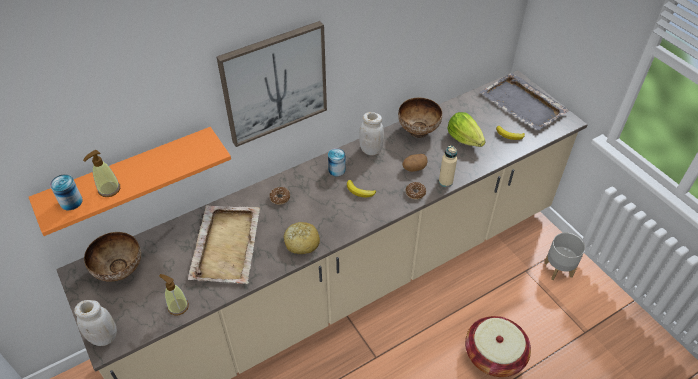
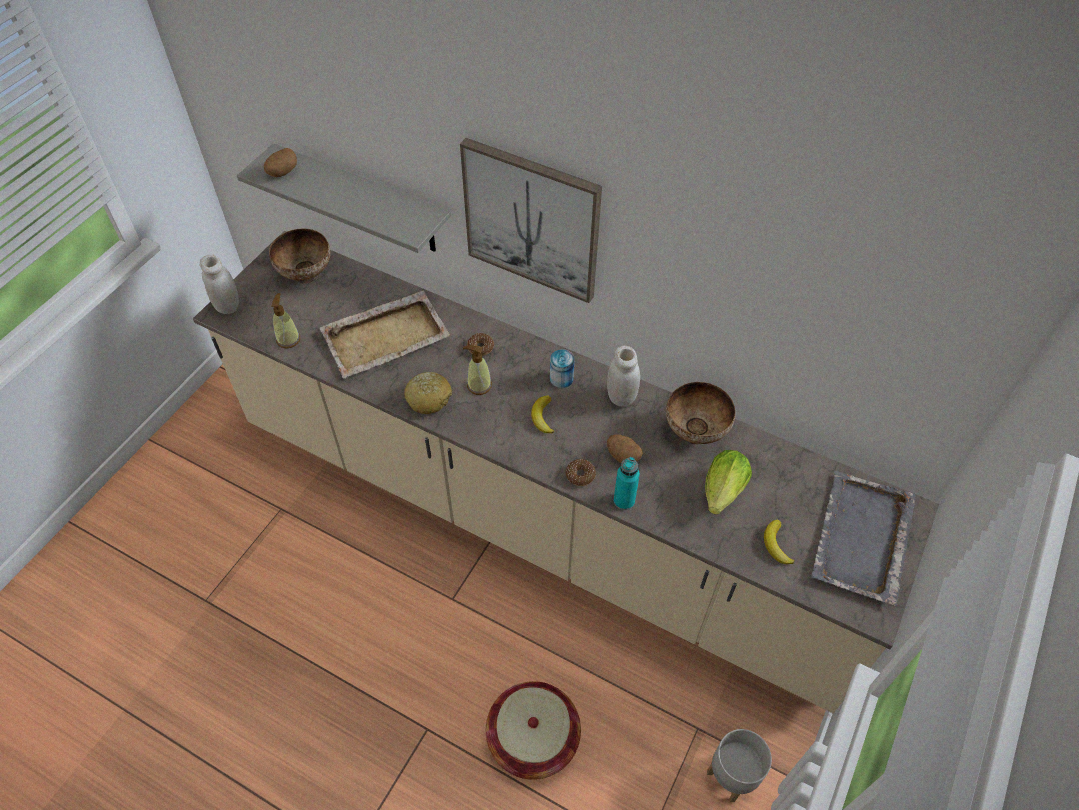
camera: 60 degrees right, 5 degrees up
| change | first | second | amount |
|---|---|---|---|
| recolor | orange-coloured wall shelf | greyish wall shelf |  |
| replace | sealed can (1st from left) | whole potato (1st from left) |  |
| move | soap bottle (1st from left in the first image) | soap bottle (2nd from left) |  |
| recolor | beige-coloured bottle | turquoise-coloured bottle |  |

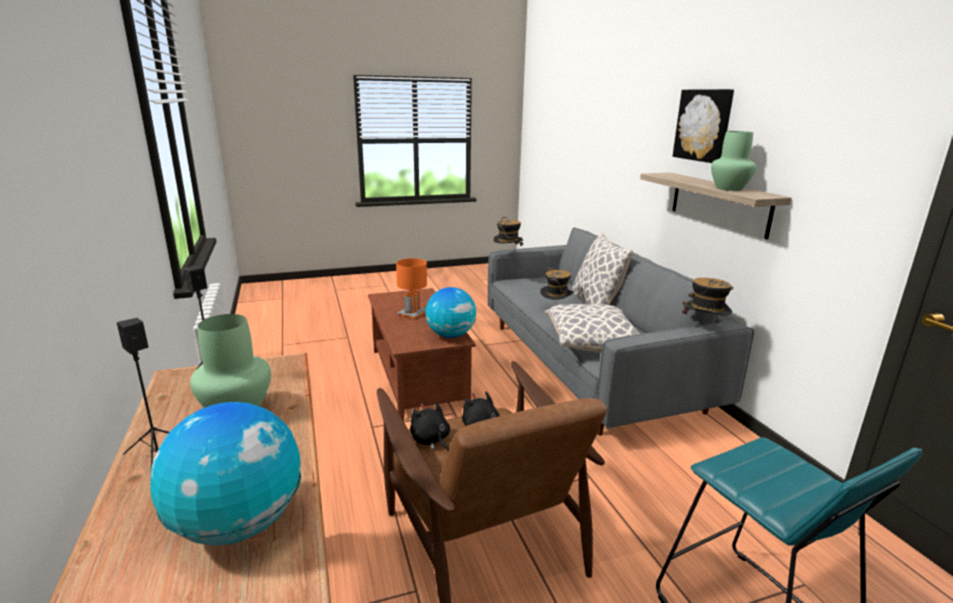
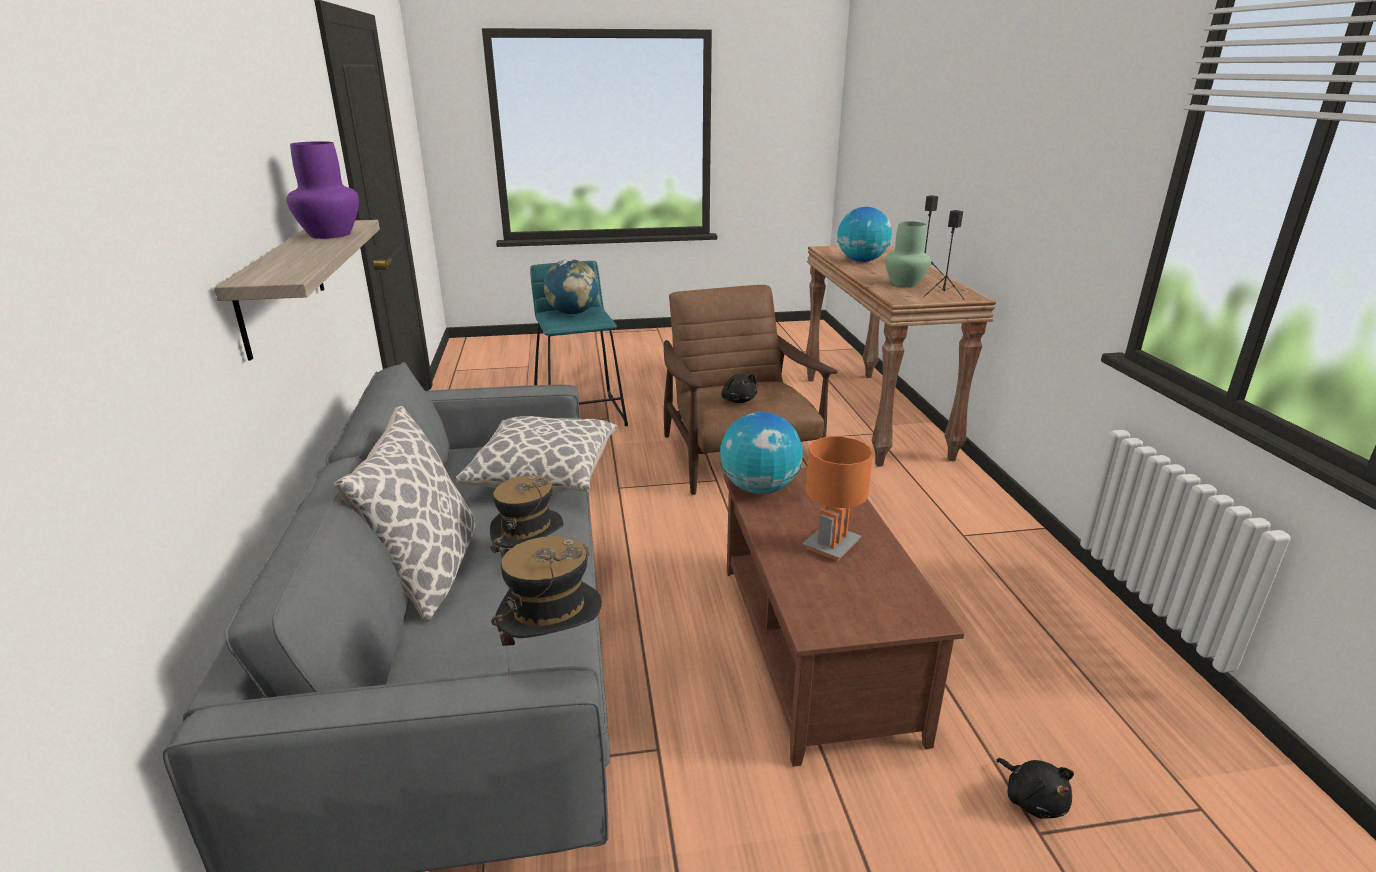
camera: 170 degrees left, 5 degrees up
| change | first | second | amount |
|---|---|---|---|
| recolor | green vase (2nd from left) | purple vase |  |
| insert |  | globe (1st from left) |  |
| move | black plush toy (1st from left in the first image) | black plush toy (2nd from left) |  |
| delete | picture |  |  |
| delete | clothing hat (3rd from left) |  |  |

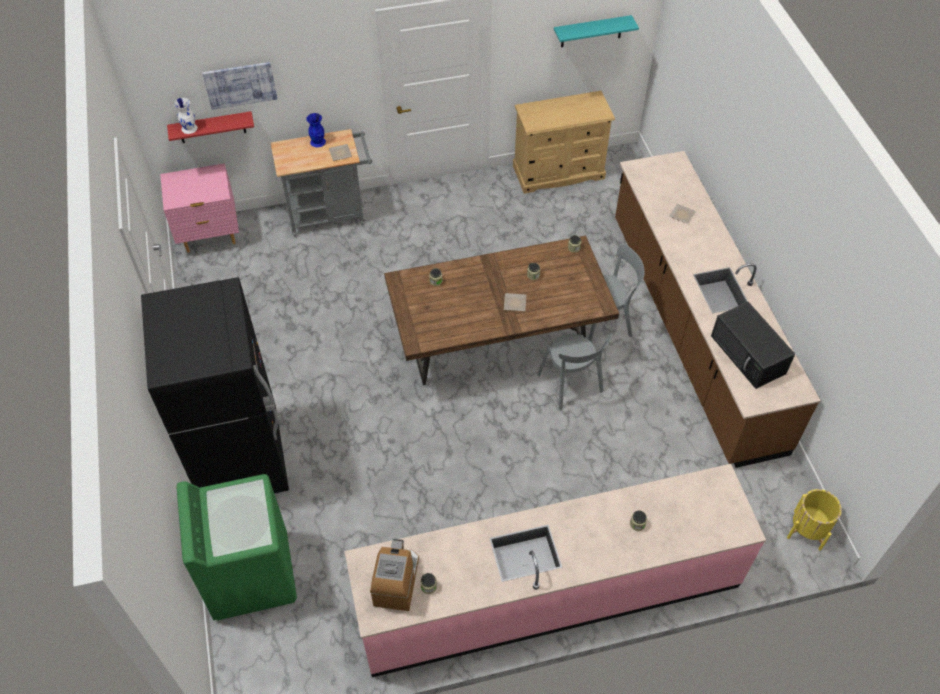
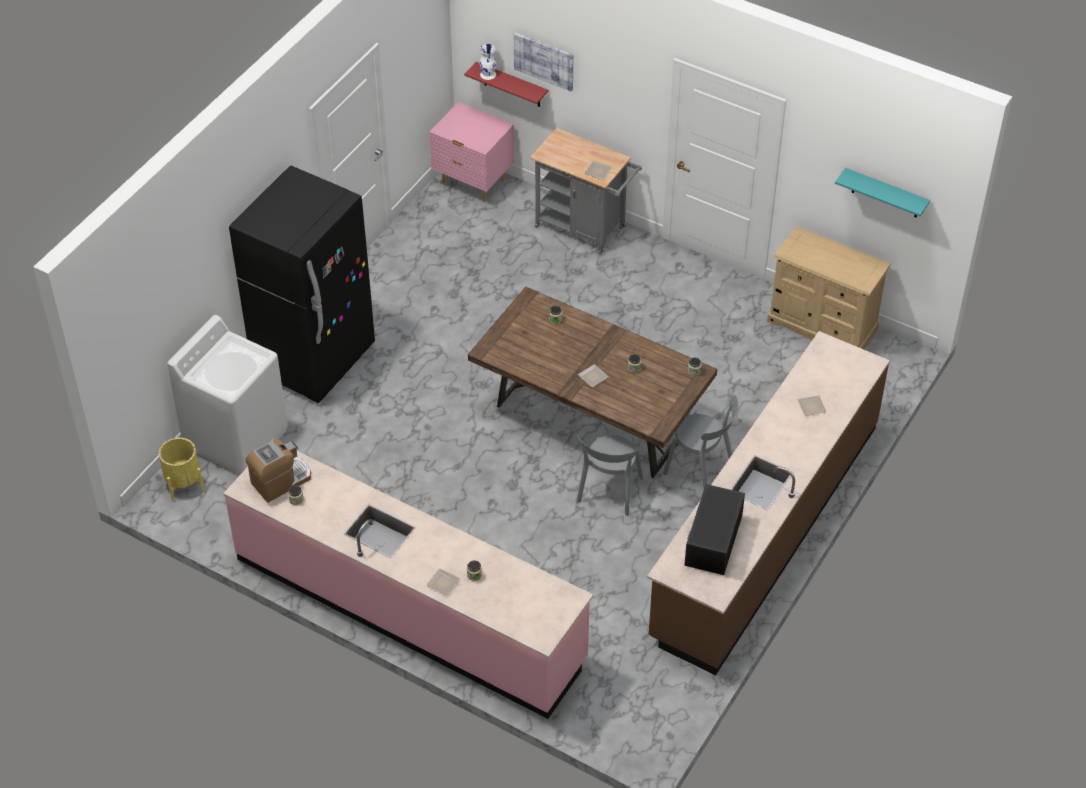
camera: 45 degrees right, 5 degrees down
| change | first | second | amount |
|---|---|---|---|
| move | yellowish planter |  |  |
| recolor | green washing machine | white-coloured washing machine |  |
| insert |  | flat dish (1st from left) |  |
| delete | blue-coloured vase |  |  |

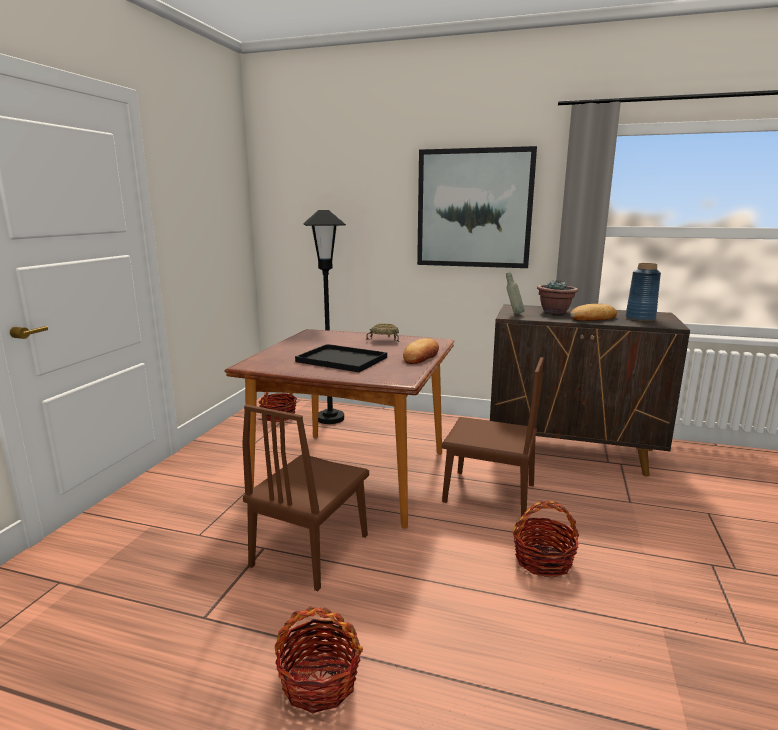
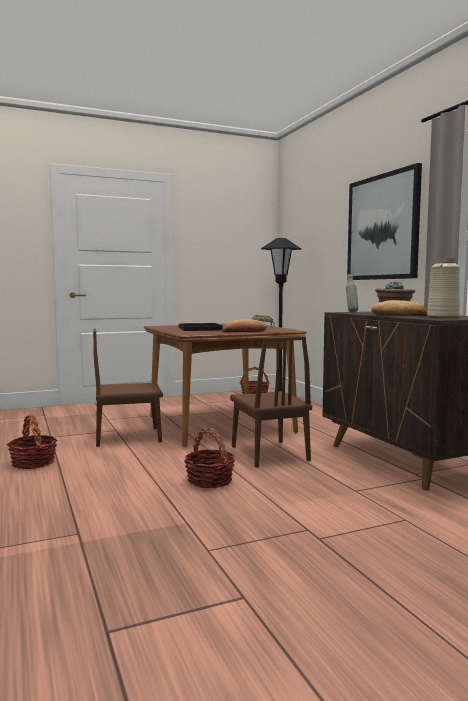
camera: 50 degrees right, 10 degrees down
| change | first | second | amount |
|---|---|---|---|
| recolor | blue-coloured vase | beige-coloured vase |  |

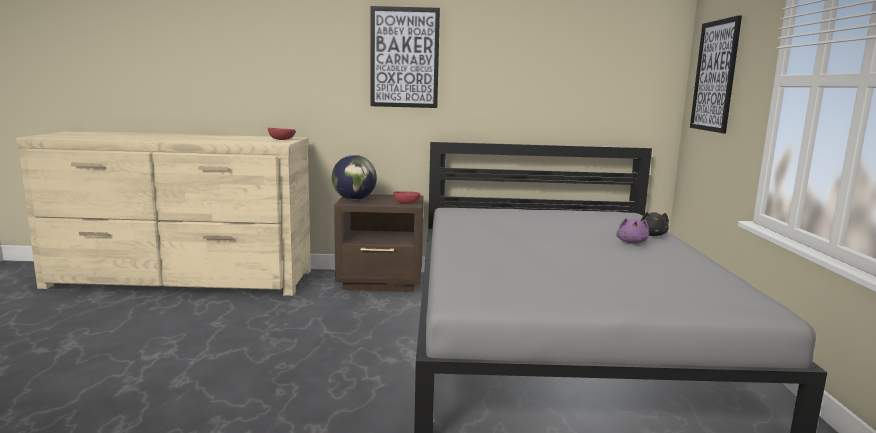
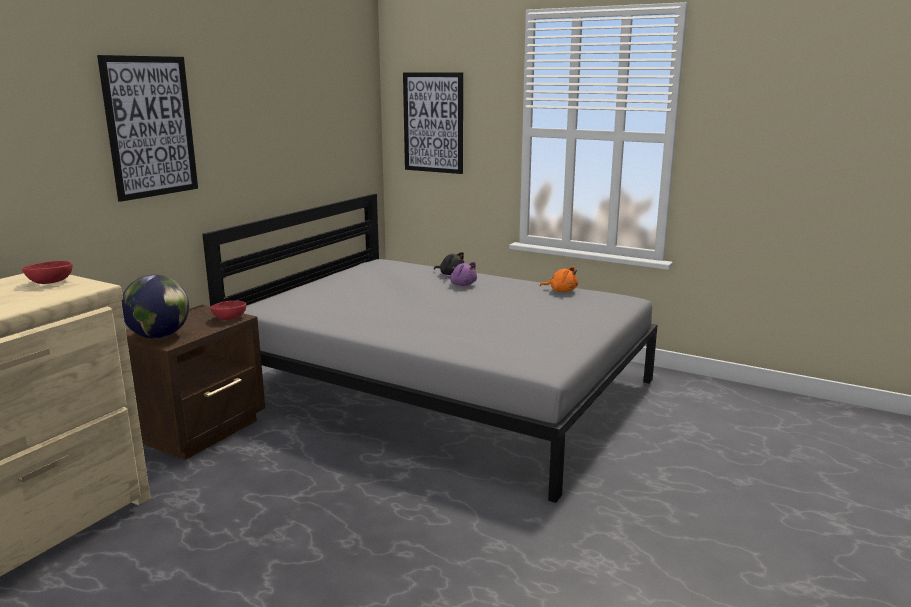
camera: 60 degrees left, 5 degrees up
| change | first | second | amount |
|---|---|---|---|
| insert |  | orange-coloured plush toy |  |

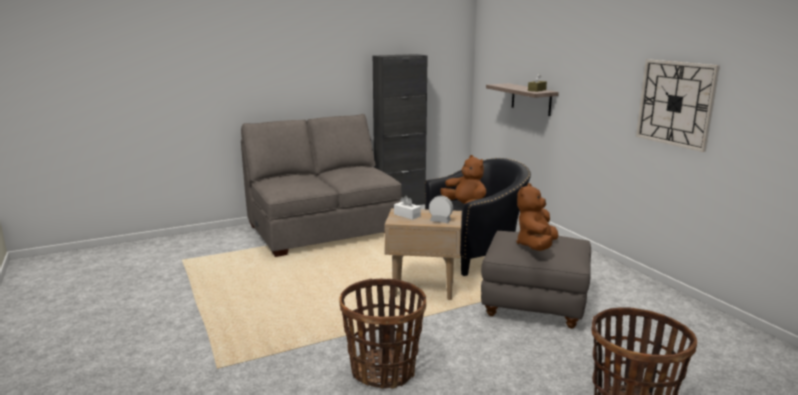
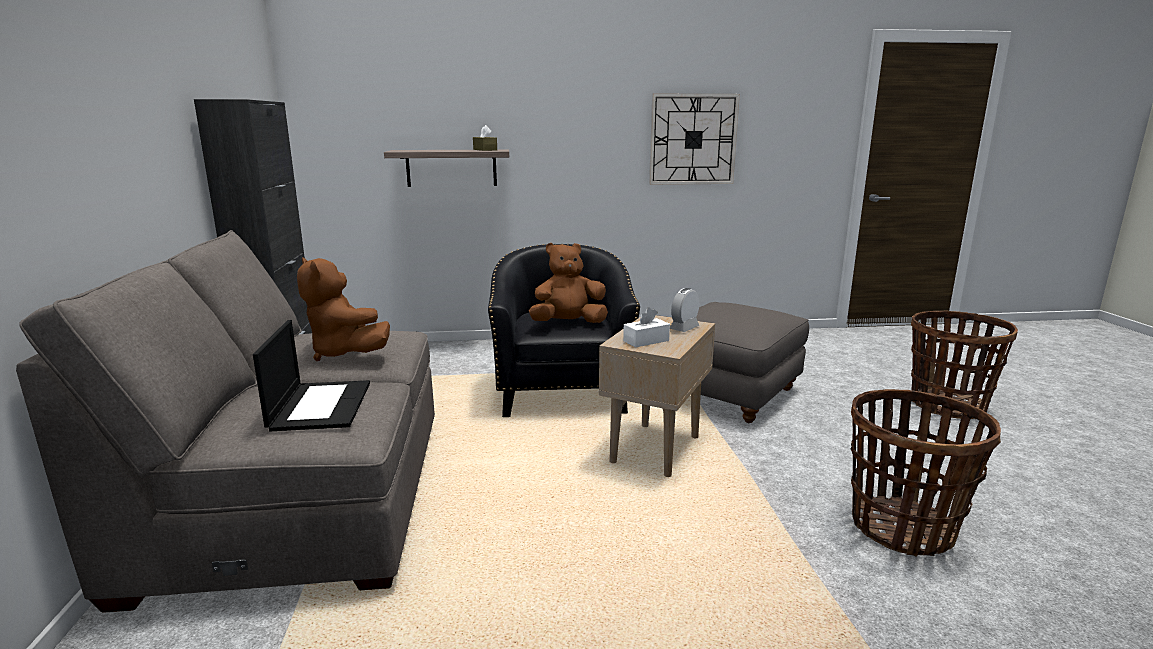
camera: 70 degrees left, 0 degrees up
| change | first | second | amount |
|---|---|---|---|
| insert |  | laptop |  |
| move | brownish plush toy (2nd from left in the first image) | brownish plush toy (1st from left) |  |

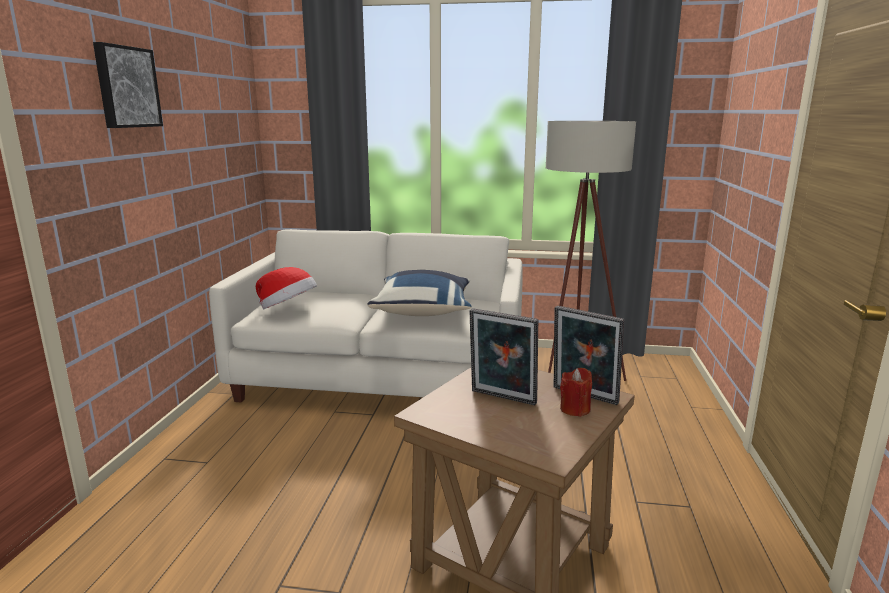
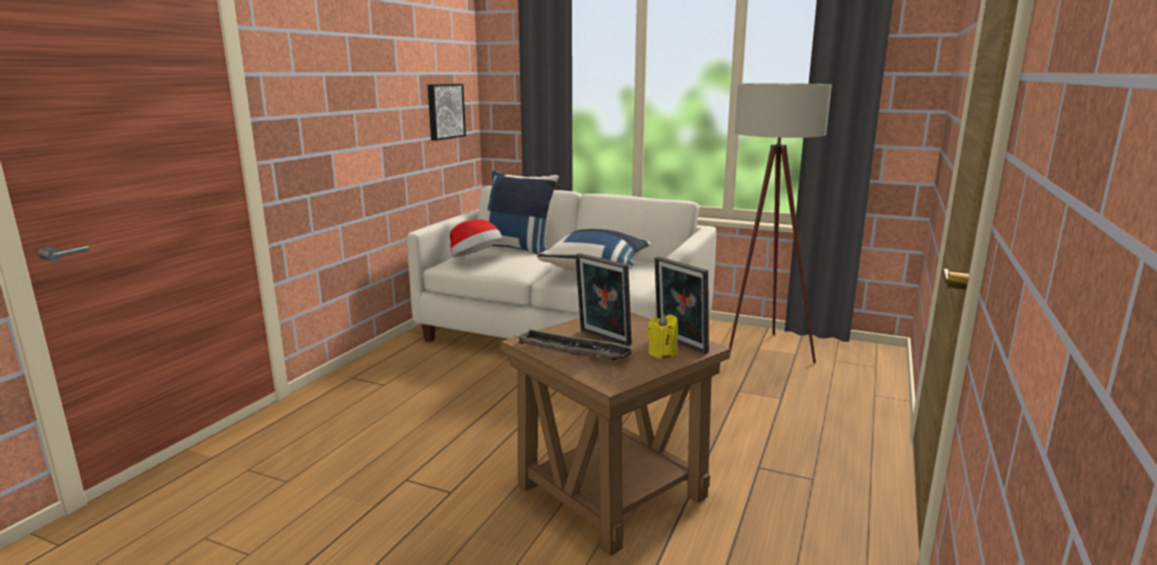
camera: 15 degrees right, 0 degrees up
| change | first | second | amount |
|---|---|---|---|
| move | picture |  |  |
| insert |  | blue-coloured cushion (1st from left) |  |
| insert |  | serving tray |  |
| recolor | red candle | yellowish candle |  |

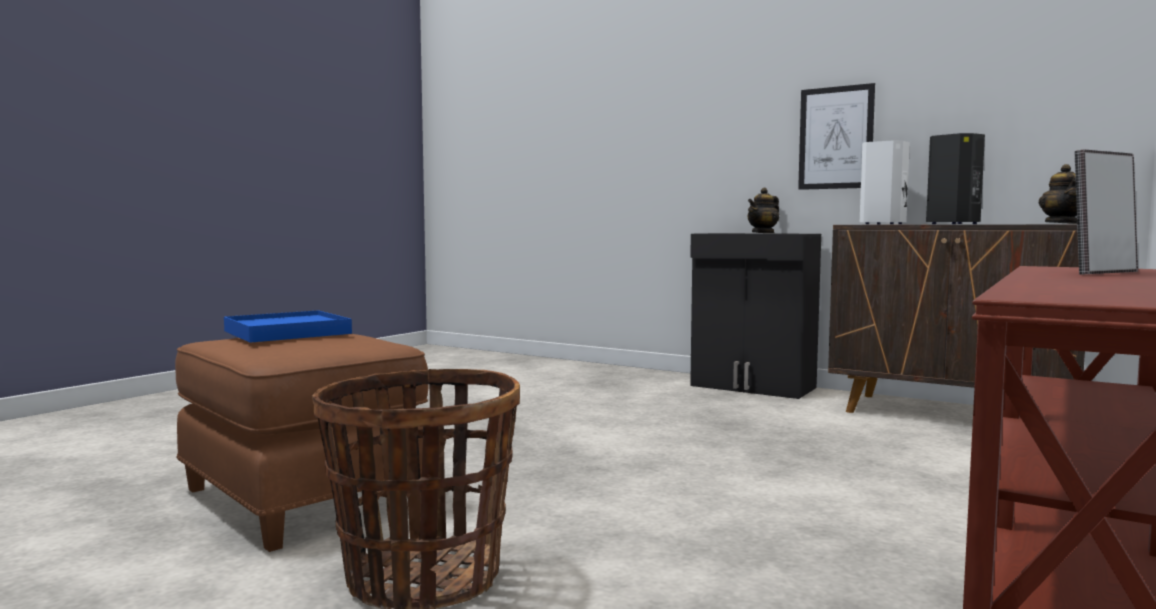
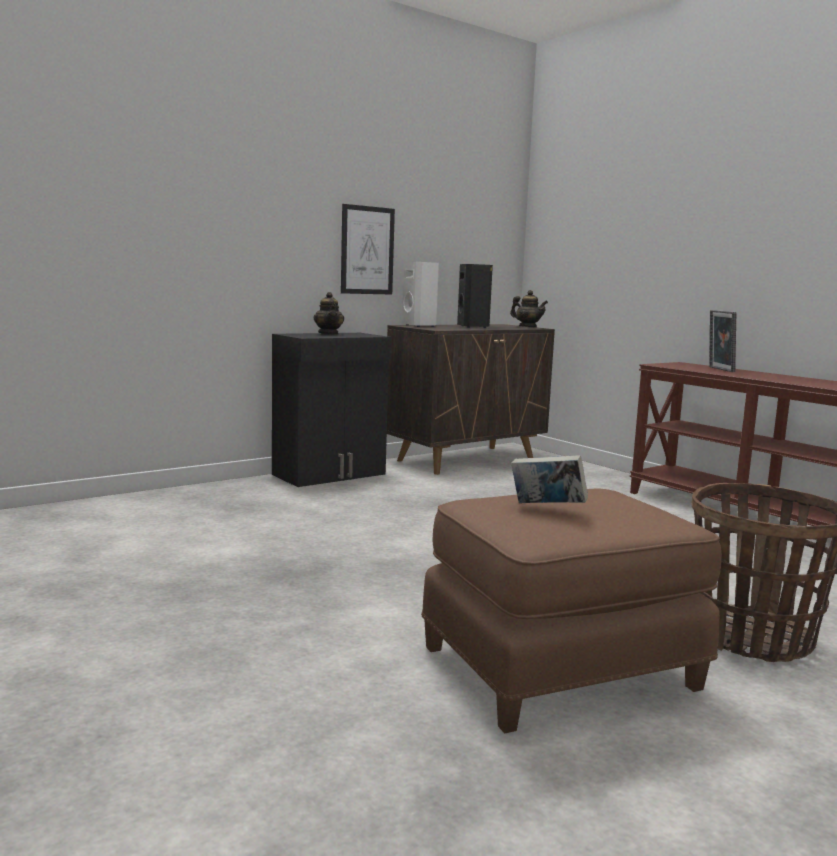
camera: 70 degrees left, 5 degrees up
| change | first | second | amount |
|---|---|---|---|
| replace | blue-coloured serving tray | book |  |

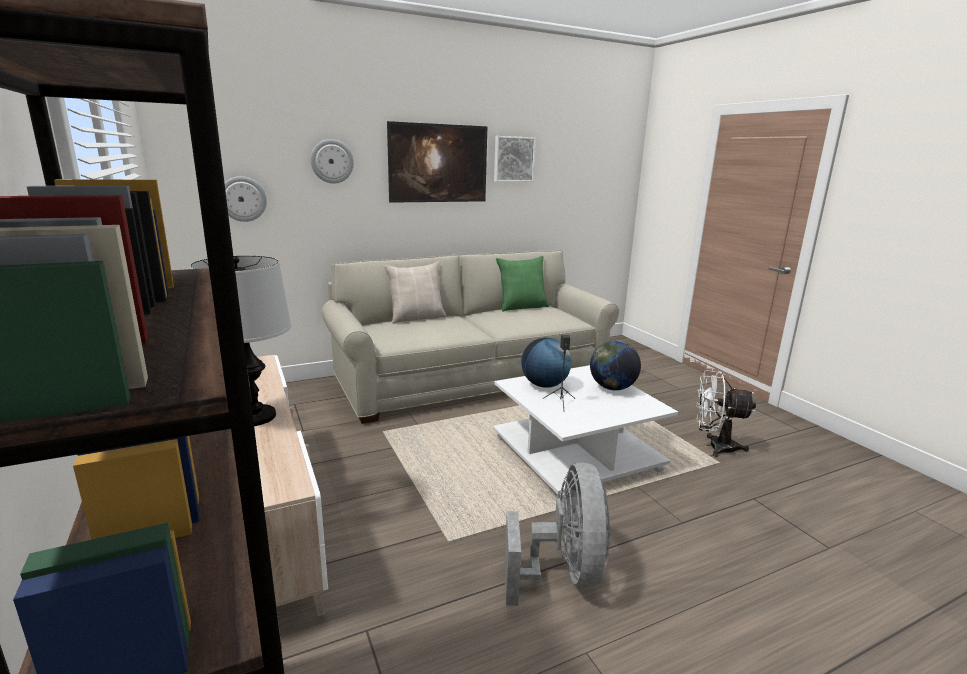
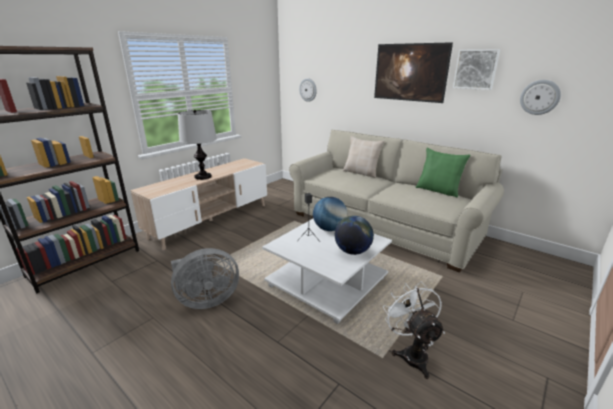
camera: 65 degrees right, 5 degrees up
| change | first | second | amount |
|---|---|---|---|
| move | wall clock (2nd from left) |  |  |

